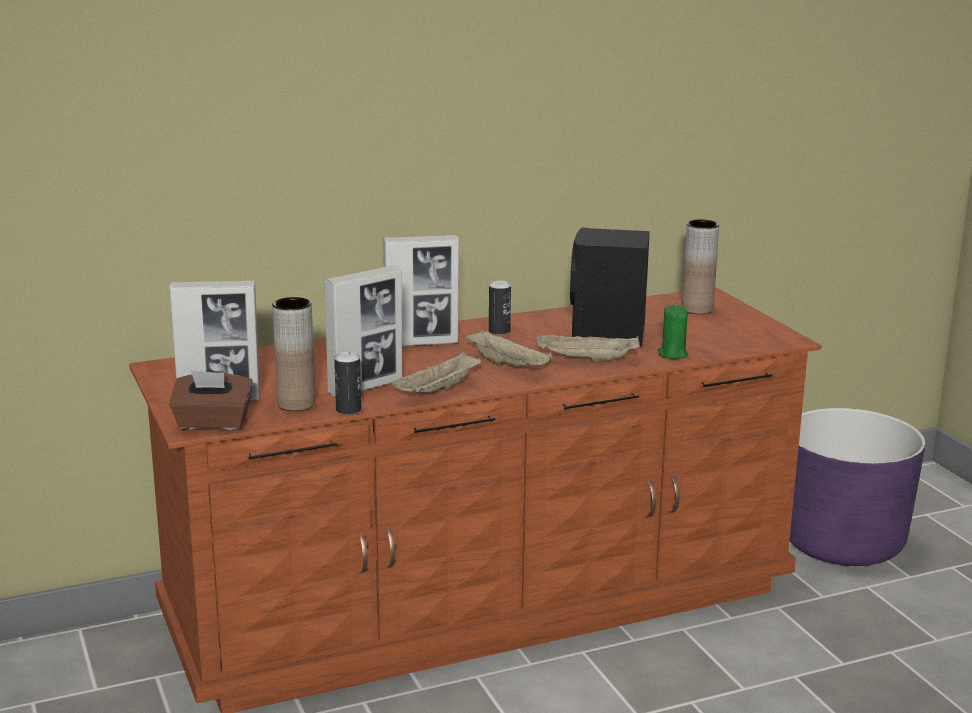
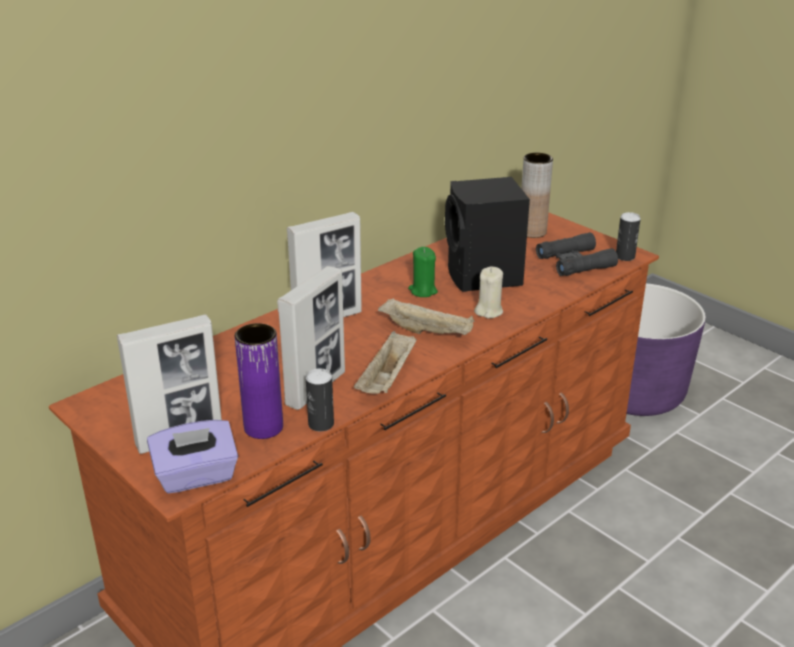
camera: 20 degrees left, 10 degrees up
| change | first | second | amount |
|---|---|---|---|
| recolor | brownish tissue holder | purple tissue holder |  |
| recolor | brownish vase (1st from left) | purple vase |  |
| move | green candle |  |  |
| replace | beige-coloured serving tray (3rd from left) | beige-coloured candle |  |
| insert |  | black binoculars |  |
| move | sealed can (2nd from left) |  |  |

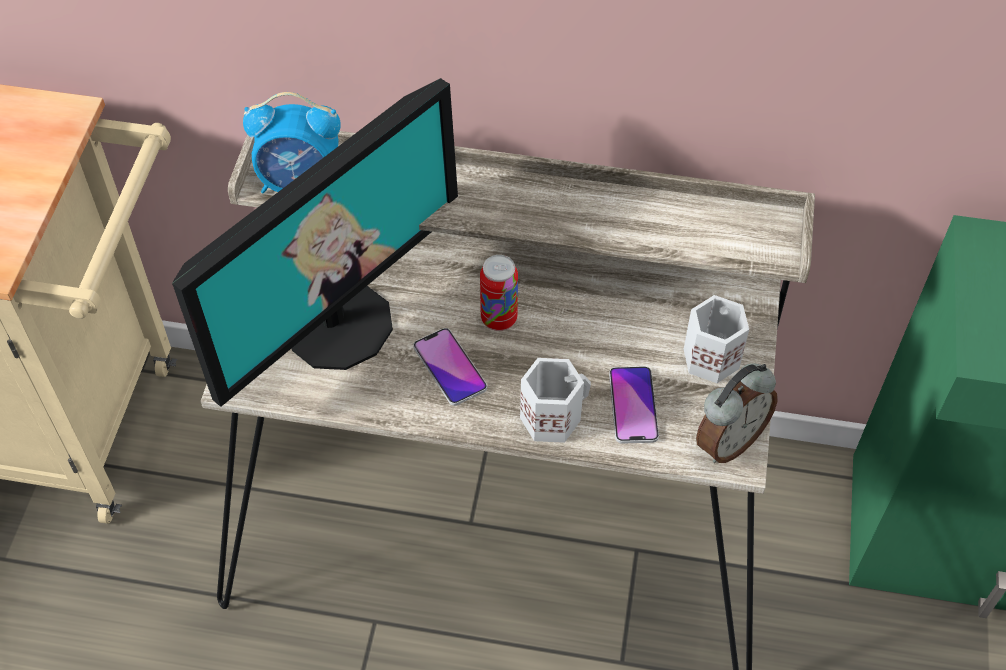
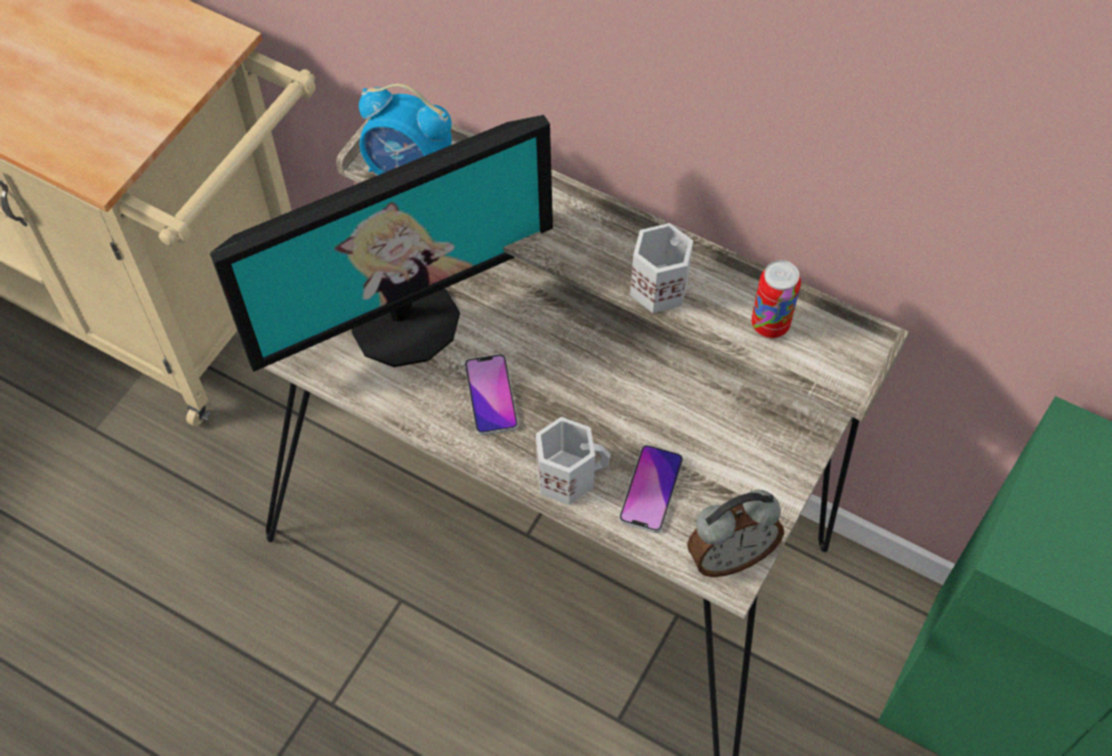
camera: 20 degrees right, 5 degrees up
| change | first | second | amount |
|---|---|---|---|
| move | white-coloured mug (2nd from left) |  |  |
| move | sealed can |  |  |

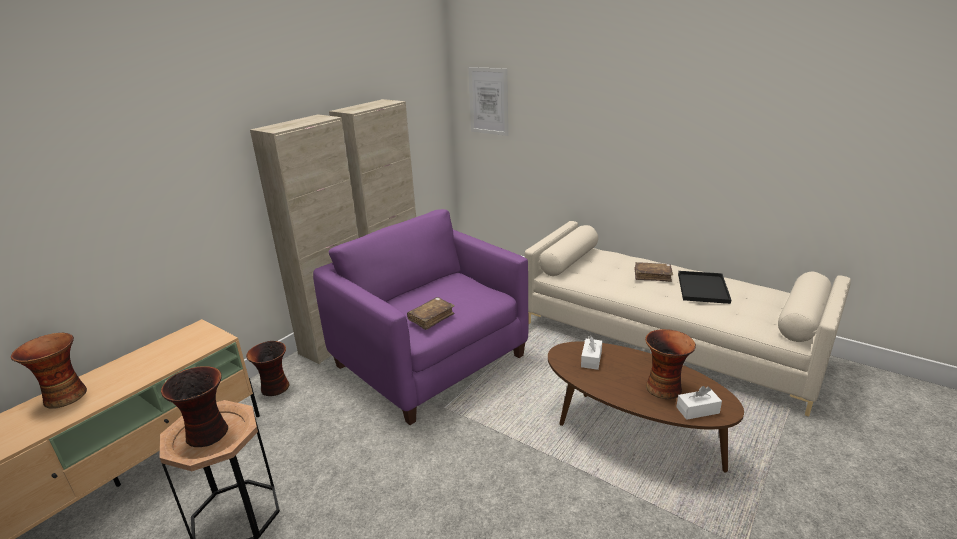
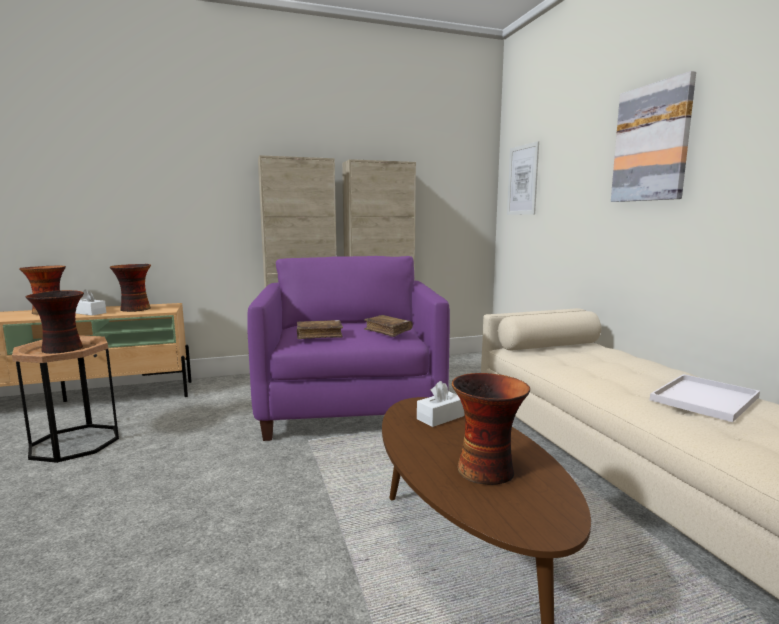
camera: 35 degrees right, 15 degrees down
| change | first | second | amount |
|---|---|---|---|
| move | white-coloured tissue holder (2nd from left in the first image) | white-coloured tissue holder (1st from left) |  |
| move | vase (3rd from left) |  |  |
| move | brownish book (2nd from left) |  |  |
| insert |  | picture (2nd from left) |  |
| recolor | black serving tray | white-coloured serving tray |  |

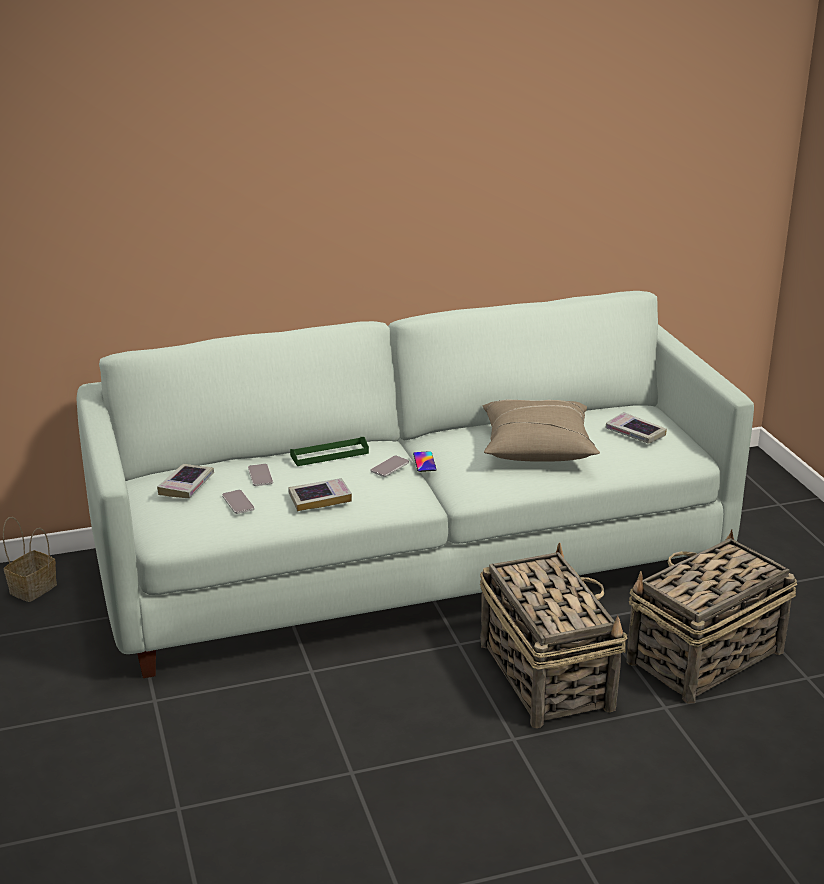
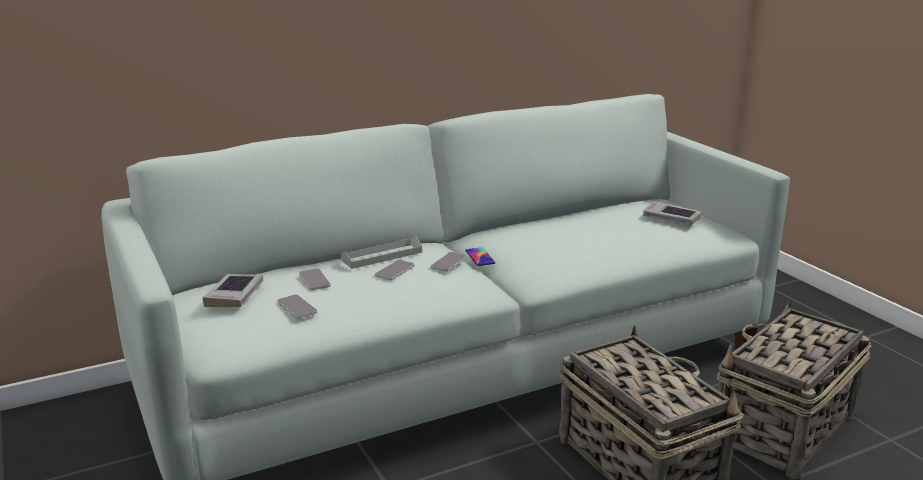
camera: 10 degrees left, 5 degrees down
| change | first | second | amount |
|---|---|---|---|
| recolor | green serving tray | greyish serving tray |  |
| insert |  | telephone (3rd from left) |  |
| delete | storage basket (1st from left) |  |  |
| delete | book (2nd from left) |  |  |
| delete | beige-coloured cushion |  |  |

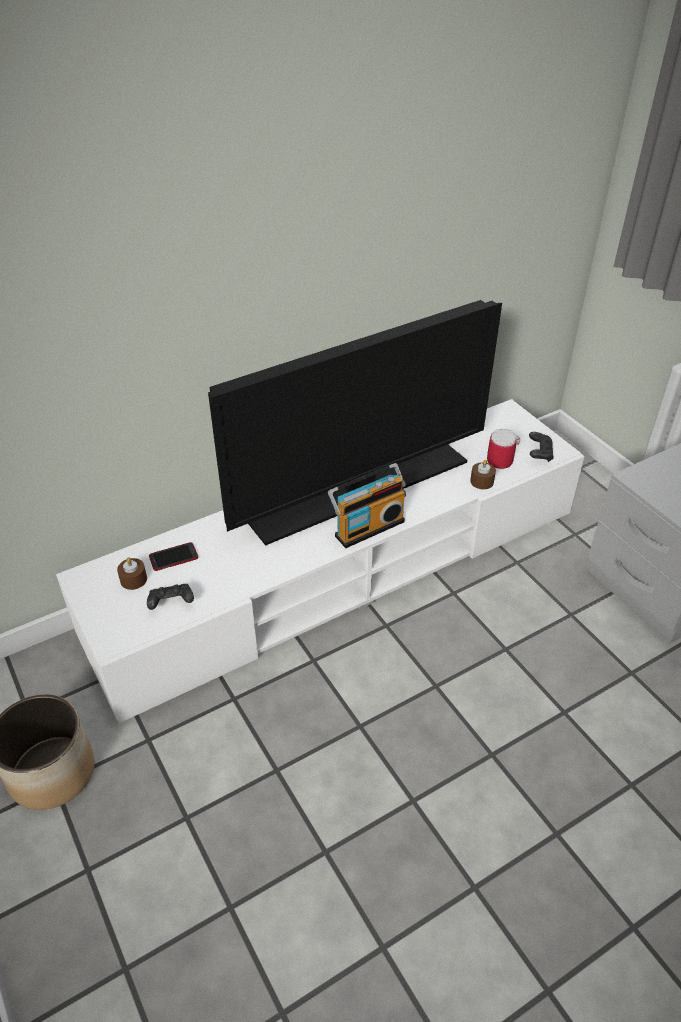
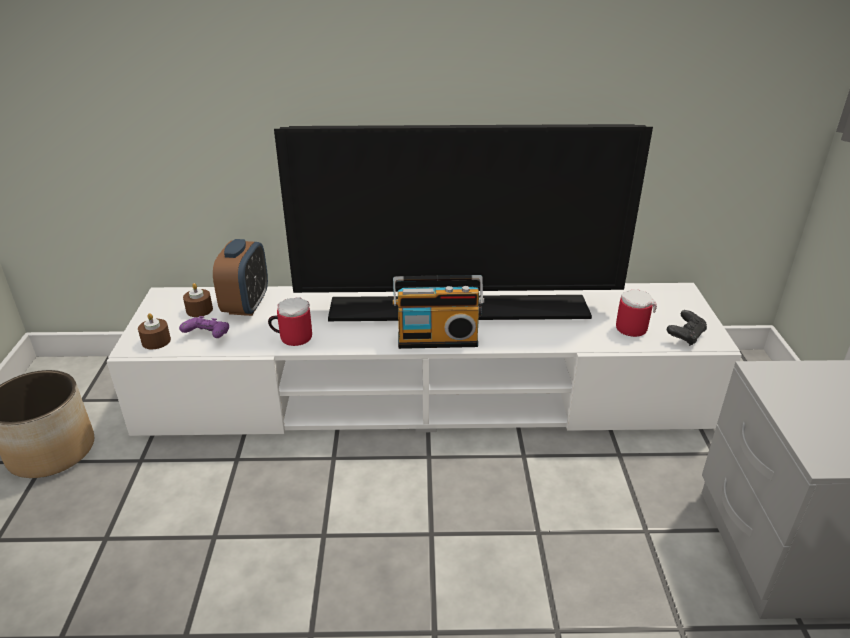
camera: 30 degrees right, 10 degrees down
| change | first | second | amount |
|---|---|---|---|
| move | brownish candle (2nd from left in the first image) | brownish candle (1st from left) |  |
| recolor | black game controller (1st from left) | purple game controller |  |
| replace | telephone | alarm clock |  |
| insert |  | mug (1st from left) |  |

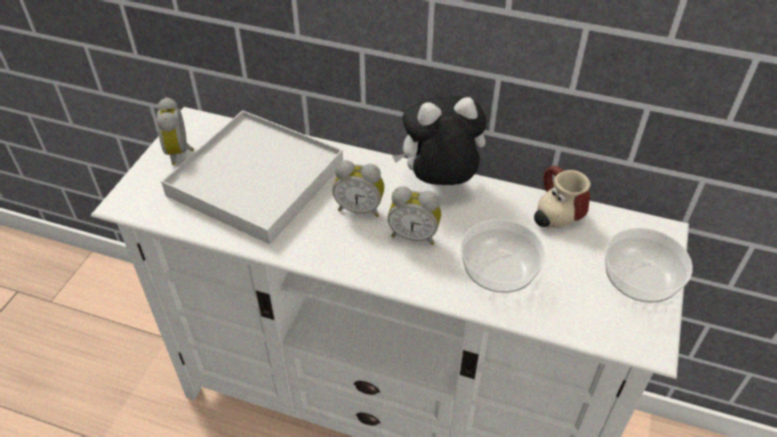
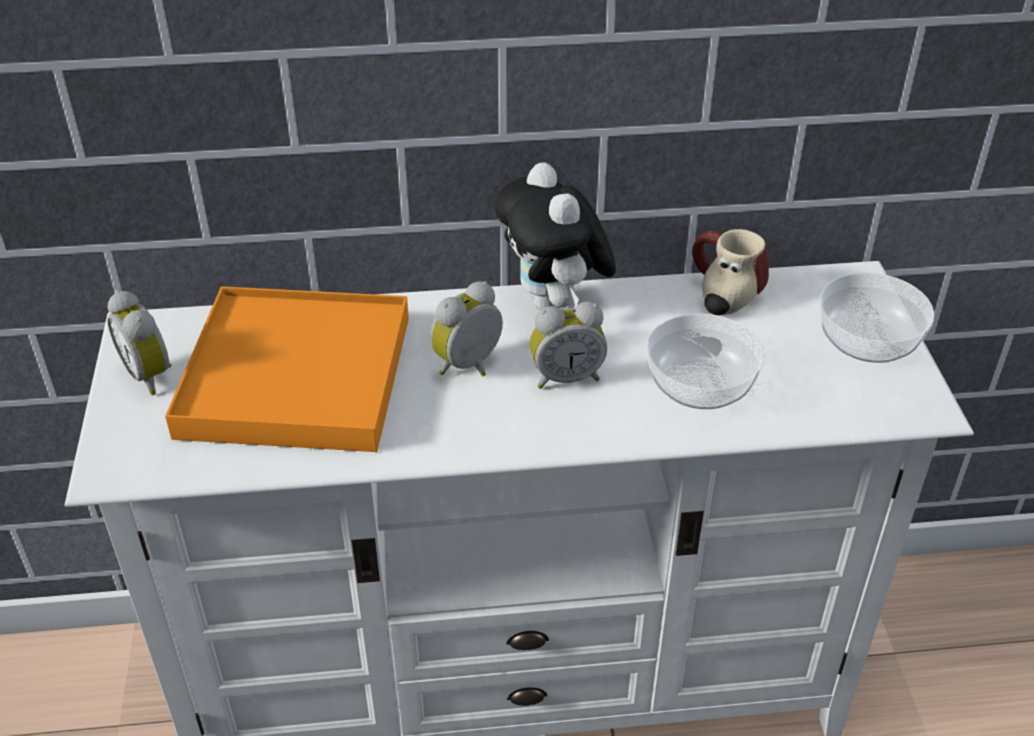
camera: 25 degrees left, 5 degrees down
| change | first | second | amount |
|---|---|---|---|
| recolor | white-coloured serving tray | orange-coloured serving tray |  |
| rotate | alarm clock (2nd from left) |  | 150 degrees clockwise |
| rotate | plush toy |  | 75 degrees counterclockwise |

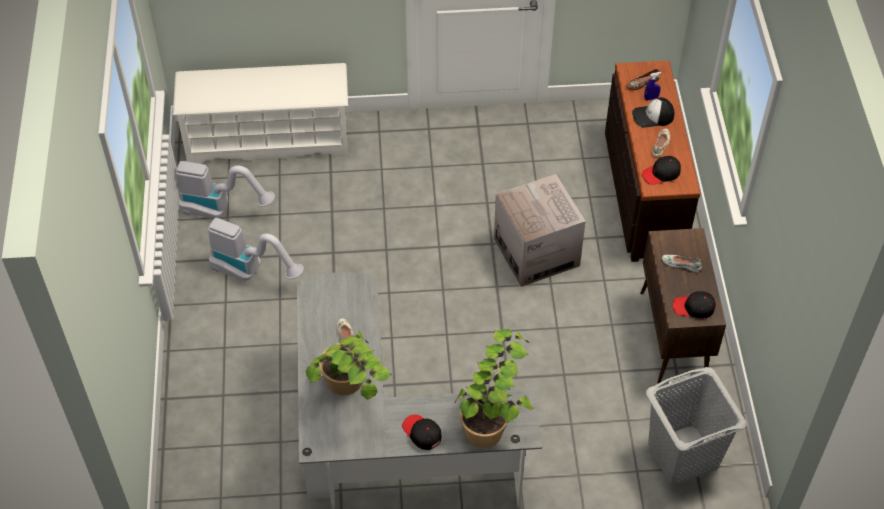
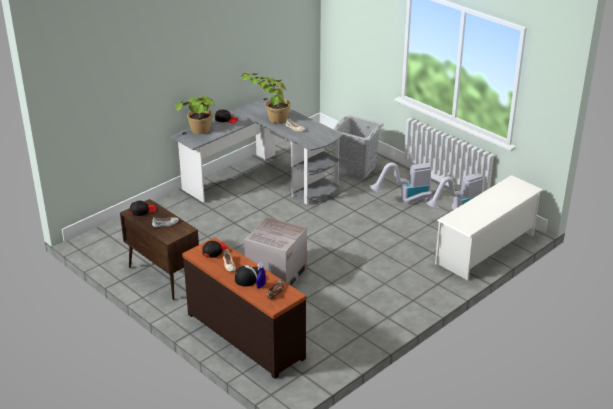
camera: 140 degrees right, 20 degrees down
| change | first | second | amount |
|---|---|---|---|
| move | greyish washing basket |  |  |

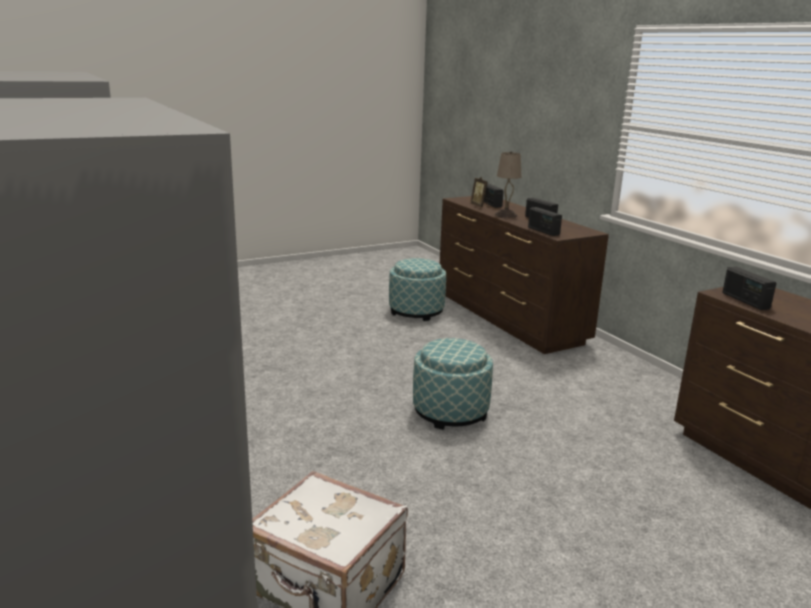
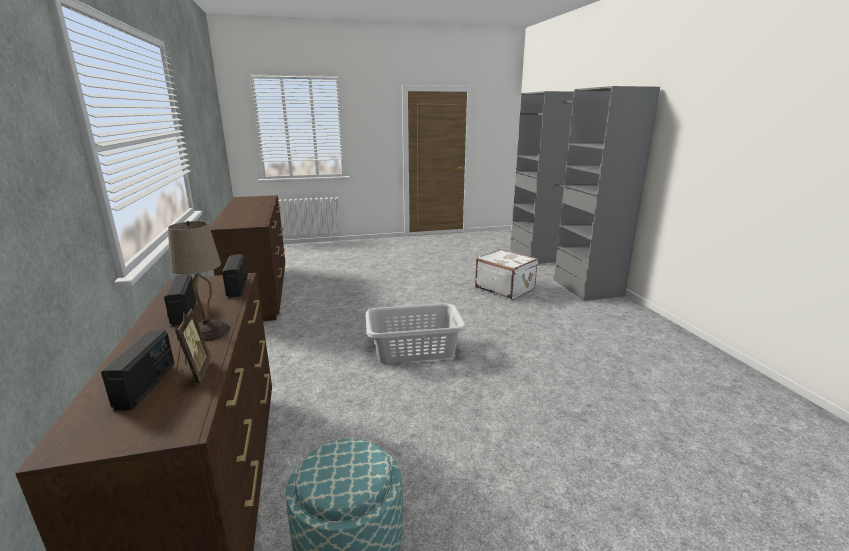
camera: 165 degrees left, 0 degrees up
| change | first | second | amount |
|---|---|---|---|
| replace | pouffe (2nd from left) | greyish washing basket |  |
| delete | radio receiver (4th from left) |  |  |

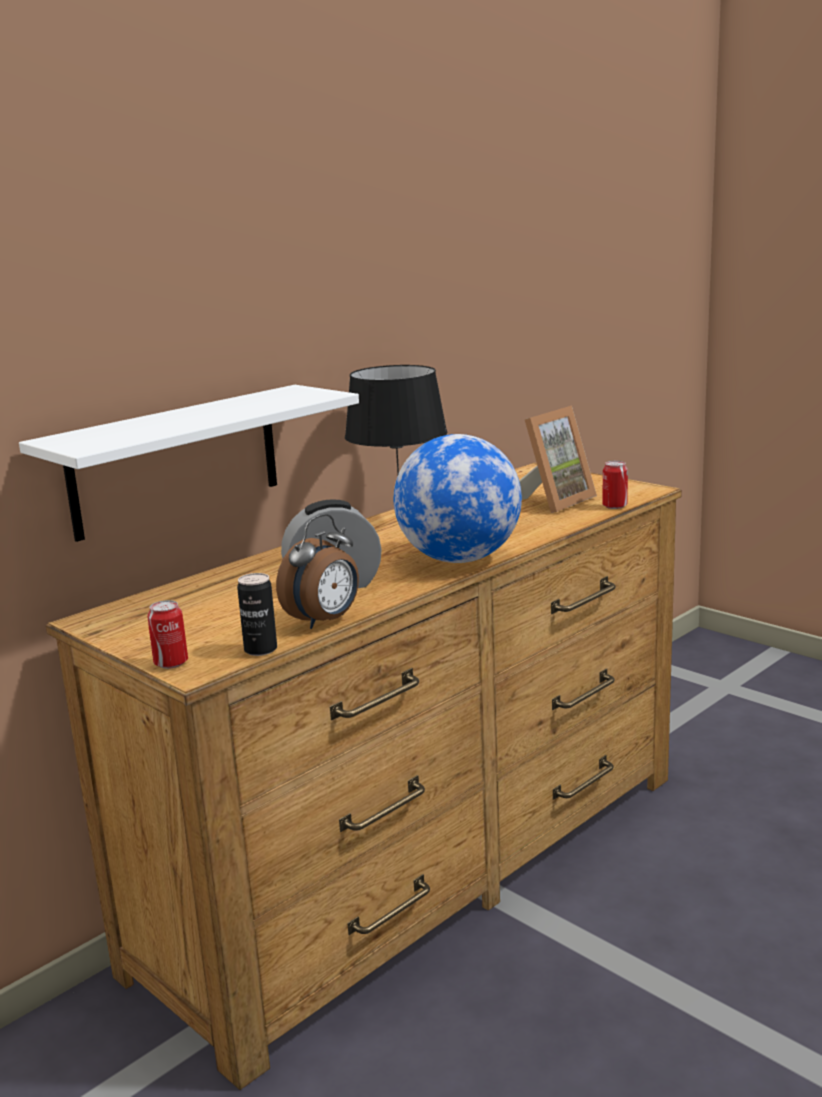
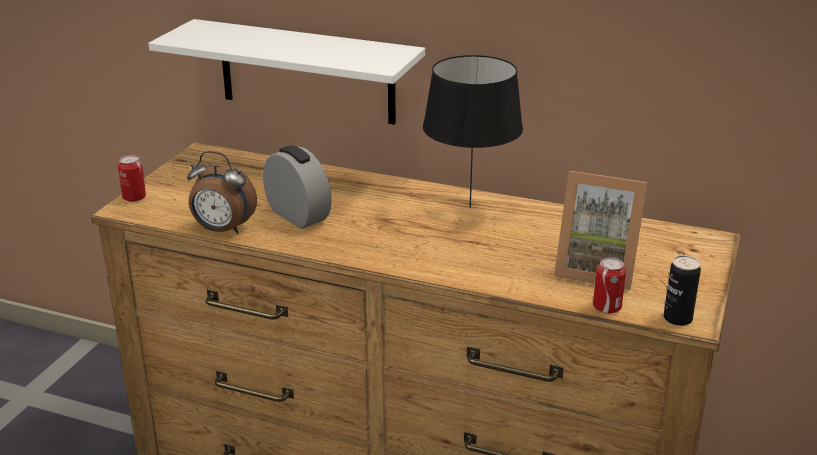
camera: 65 degrees right, 10 degrees up
| change | first | second | amount |
|---|---|---|---|
| move | sealed can (2nd from left in the first image) | sealed can (3rd from left) |  |
| delete | globe |  |  |

